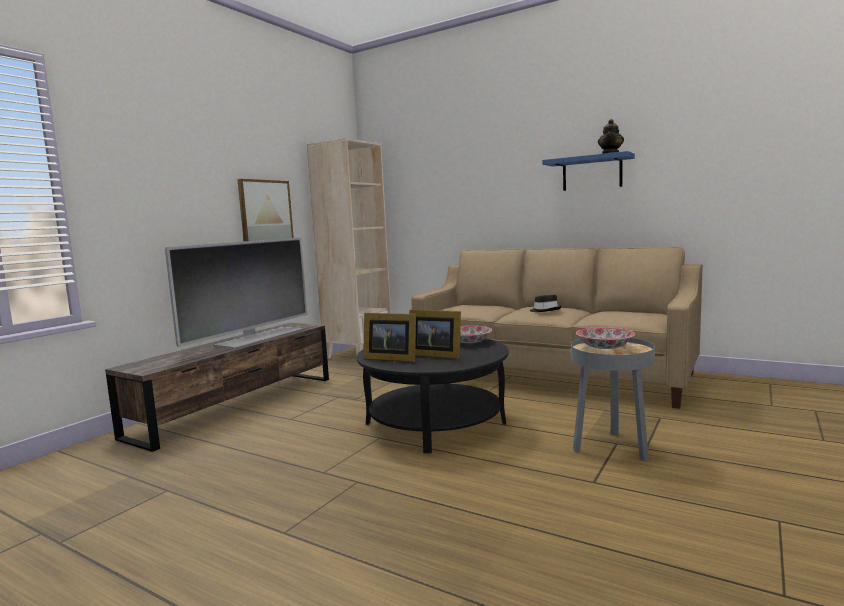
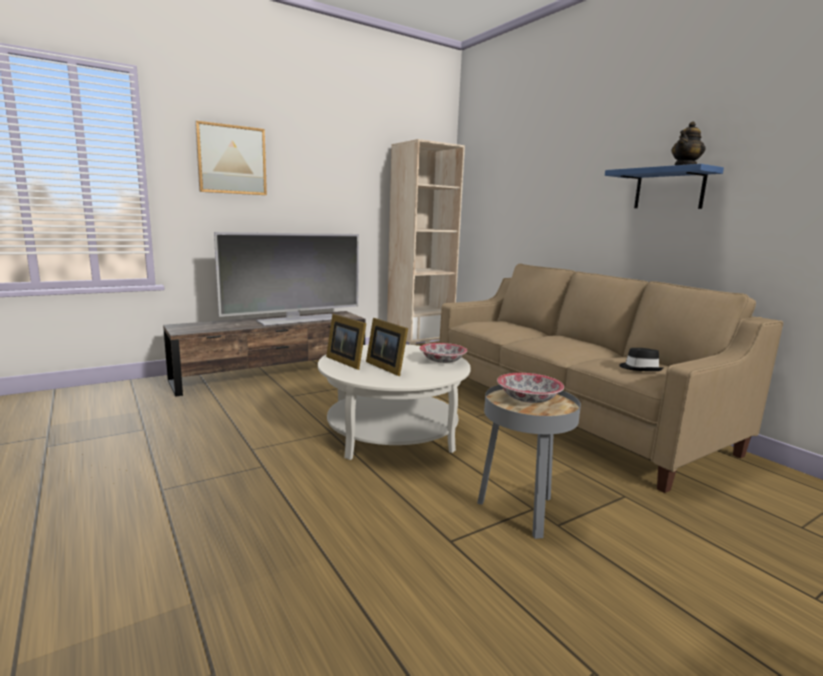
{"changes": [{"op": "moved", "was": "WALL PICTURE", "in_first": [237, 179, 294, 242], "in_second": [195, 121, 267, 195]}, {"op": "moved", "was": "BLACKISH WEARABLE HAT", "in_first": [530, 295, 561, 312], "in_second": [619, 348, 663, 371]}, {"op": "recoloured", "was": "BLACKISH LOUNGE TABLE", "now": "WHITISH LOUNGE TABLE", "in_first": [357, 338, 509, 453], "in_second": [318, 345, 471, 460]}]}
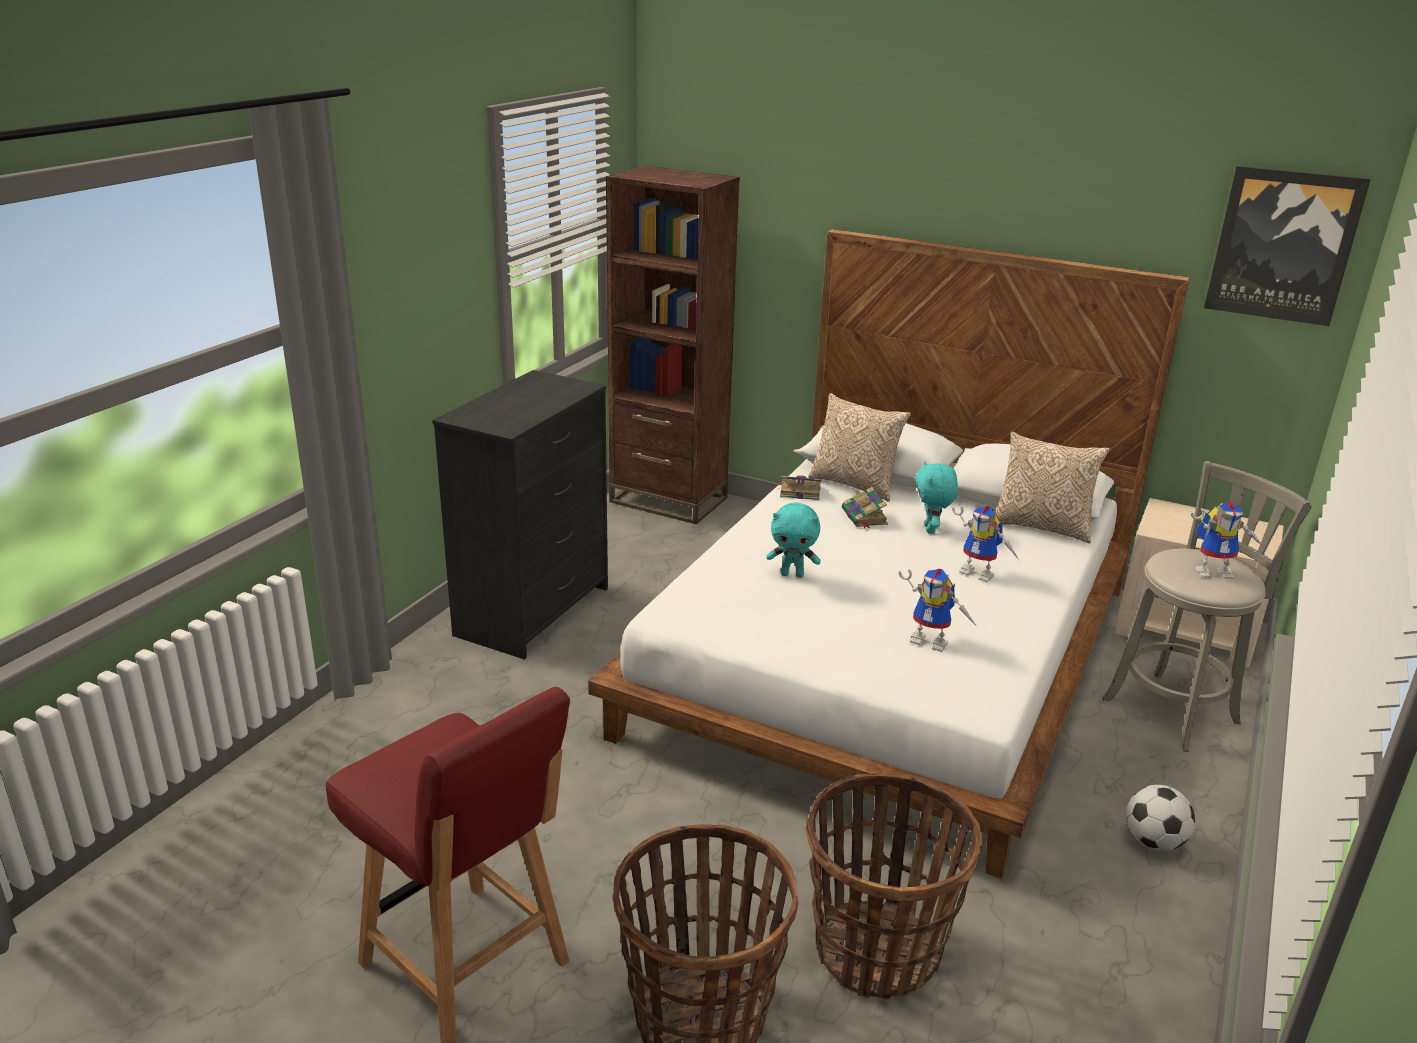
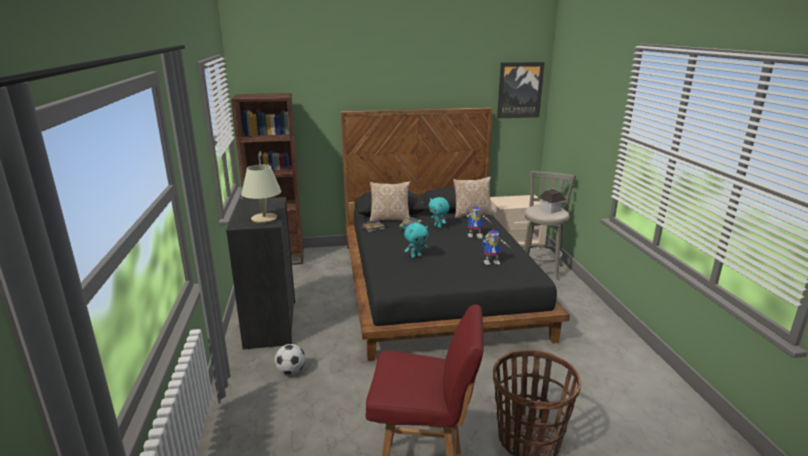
{"changes": [{"op": "removed", "was": "STORAGE BASKET", "in_first": [806, 773, 982, 1000]}, {"op": "added", "now": "BEIGE-COLOURED TABLE LAMP", "in_second": [241, 165, 281, 223]}, {"op": "moved", "was": "FOOTBALL", "in_first": [1126, 785, 1195, 851], "in_second": [275, 344, 305, 375]}, {"op": "replaced", "was": "TOY ROBOT", "now": "MINIATURE HOUSE", "in_first": [1191, 502, 1263, 579], "in_second": [538, 189, 566, 213]}, {"op": "recoloured", "was": "WHITISH BEDROOM BED", "now": "BLACKISH BEDROOM BED", "in_first": [588, 229, 1190, 879], "in_second": [341, 107, 570, 361]}]}
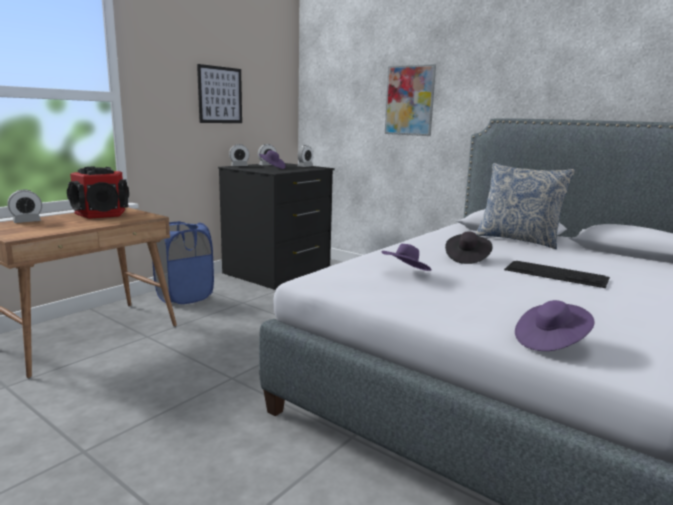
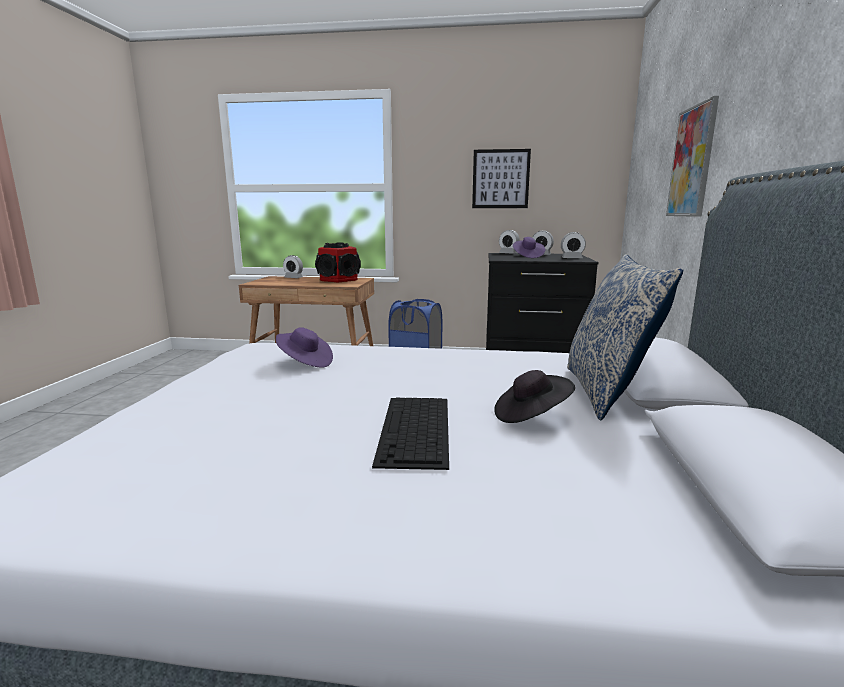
{"changes": [{"op": "removed", "was": "PURPLE-COLOURED WEARABLE HAT", "in_first": [515, 300, 595, 351]}, {"op": "moved", "was": "BLACKISH WEARABLE HAT", "in_first": [445, 231, 493, 264], "in_second": [494, 370, 575, 423]}]}
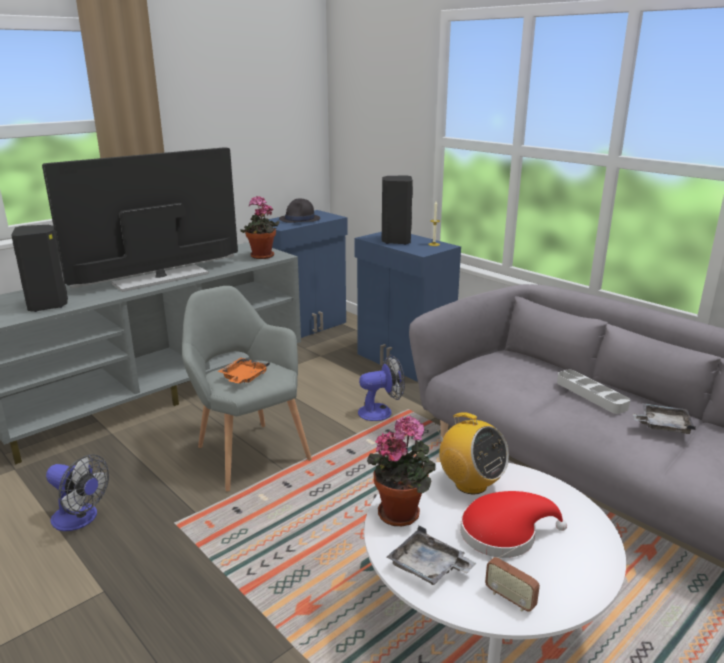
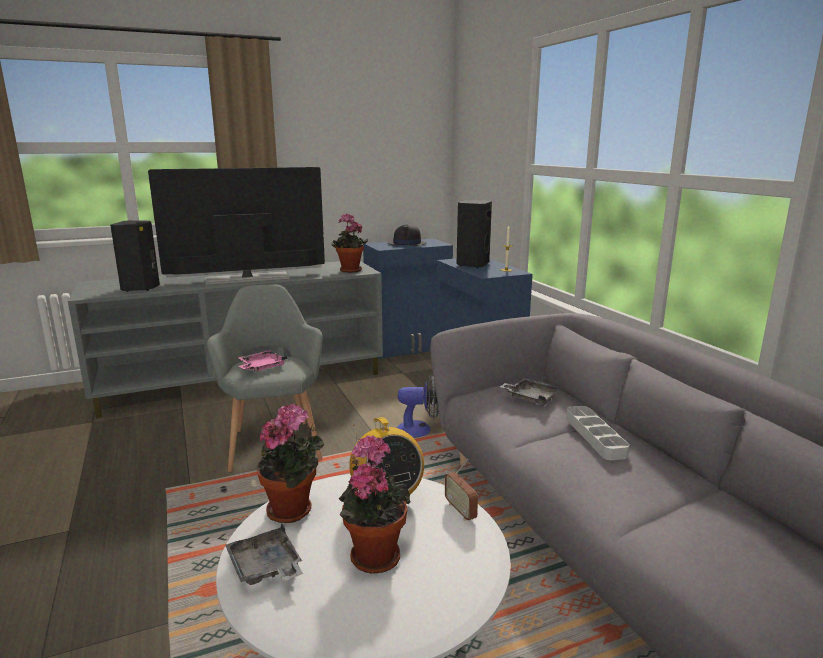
{"changes": [{"op": "removed", "was": "FAN", "in_first": [46, 454, 109, 531]}, {"op": "moved", "was": "RADIO RECEIVER", "in_first": [485, 545, 540, 612], "in_second": [445, 459, 478, 521]}, {"op": "moved", "was": "GRAY CARRYING TRAY", "in_first": [633, 403, 696, 434], "in_second": [500, 378, 560, 405]}, {"op": "replaced", "was": "REDDISH WEARABLE HAT", "now": "PLANT IN A POT", "in_first": [460, 491, 567, 558], "in_second": [339, 435, 411, 574]}, {"op": "recoloured", "was": "ORANGEY CARRYING TRAY", "now": "PINKISH CARRYING TRAY", "in_first": [217, 358, 270, 383], "in_second": [238, 350, 287, 371]}]}
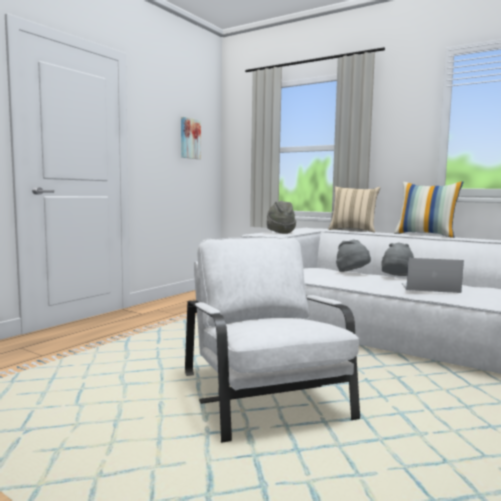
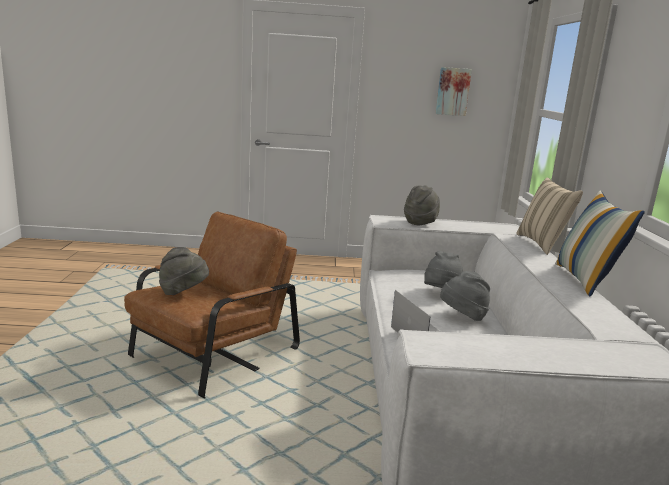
{"changes": [{"op": "added", "now": "GRAY WEARABLE HAT", "in_second": [159, 247, 209, 295]}, {"op": "recoloured", "was": "WHITISH EASY CHAIR", "now": "BROWN-COLOURED EASY CHAIR", "in_first": [185, 237, 360, 443], "in_second": [124, 211, 300, 399]}]}
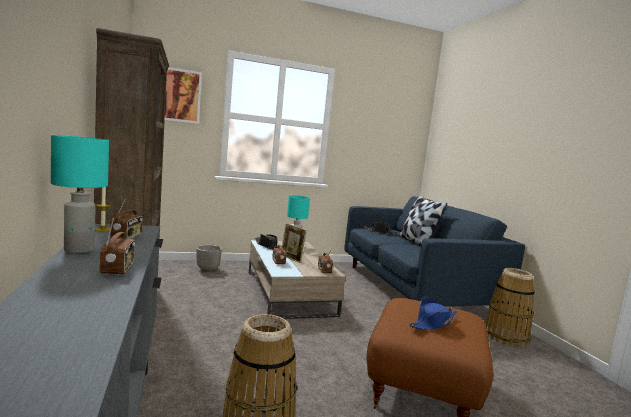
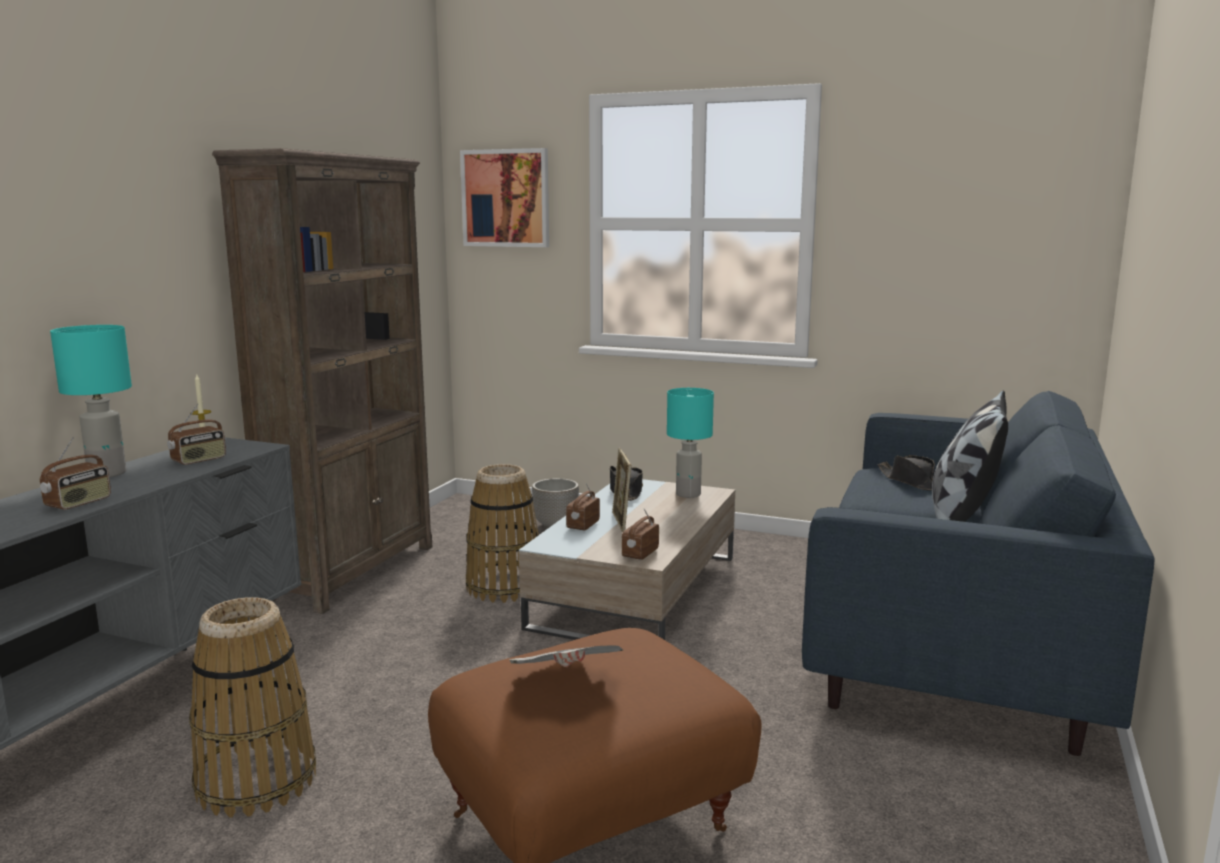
{"changes": [{"op": "moved", "was": "STORAGE BASKET", "in_first": [485, 268, 535, 347], "in_second": [466, 464, 539, 603]}, {"op": "replaced", "was": "BLUISH WEARABLE HAT", "now": "PRINTED PAPER", "in_first": [409, 297, 457, 330], "in_second": [510, 645, 623, 667]}]}
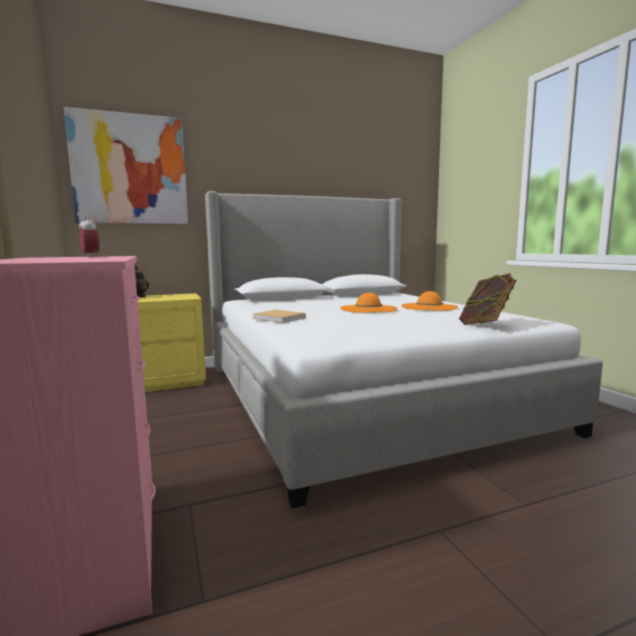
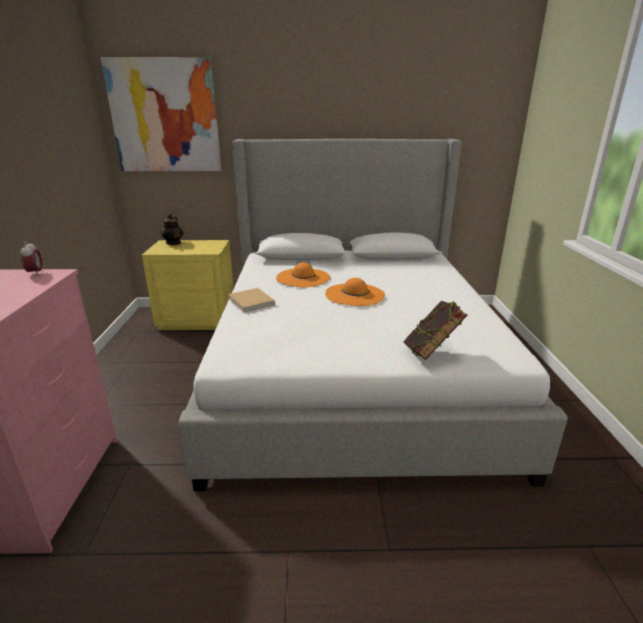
{"changes": [{"op": "moved", "was": "ORANGEY WEARABLE HAT", "in_first": [401, 291, 458, 311], "in_second": [276, 262, 330, 287]}]}
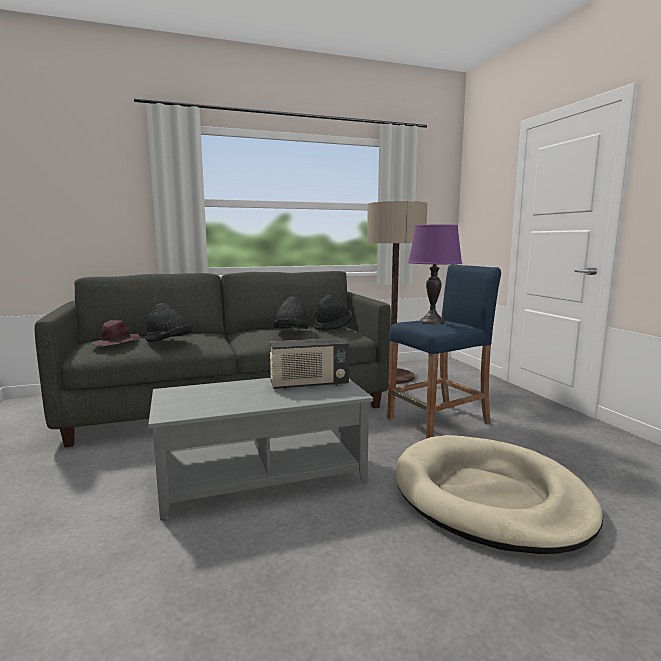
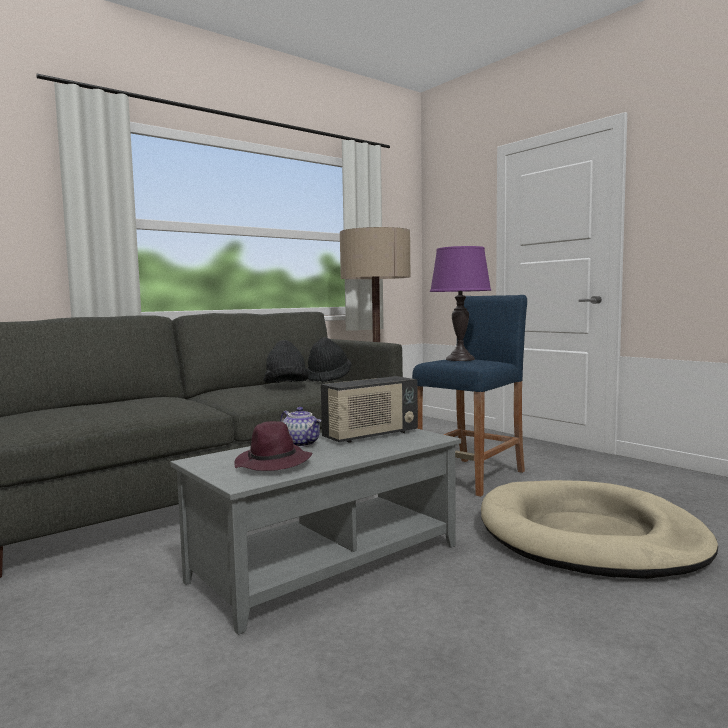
{"changes": [{"op": "removed", "was": "BLACKISH WEARABLE HAT", "in_first": [145, 303, 192, 342]}, {"op": "added", "now": "POT FOR TEA", "in_second": [281, 407, 321, 447]}, {"op": "moved", "was": "PURPLE-COLOURED WEARABLE HAT", "in_first": [90, 320, 140, 346], "in_second": [234, 421, 313, 471]}]}
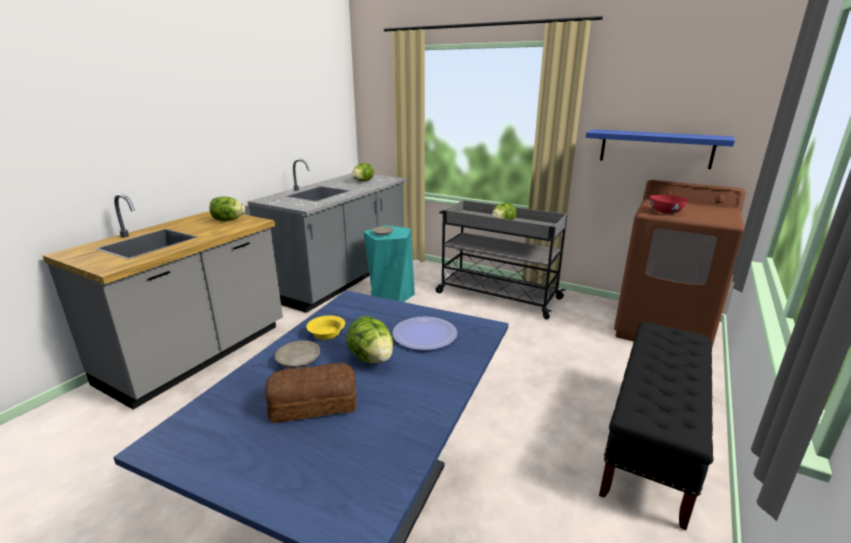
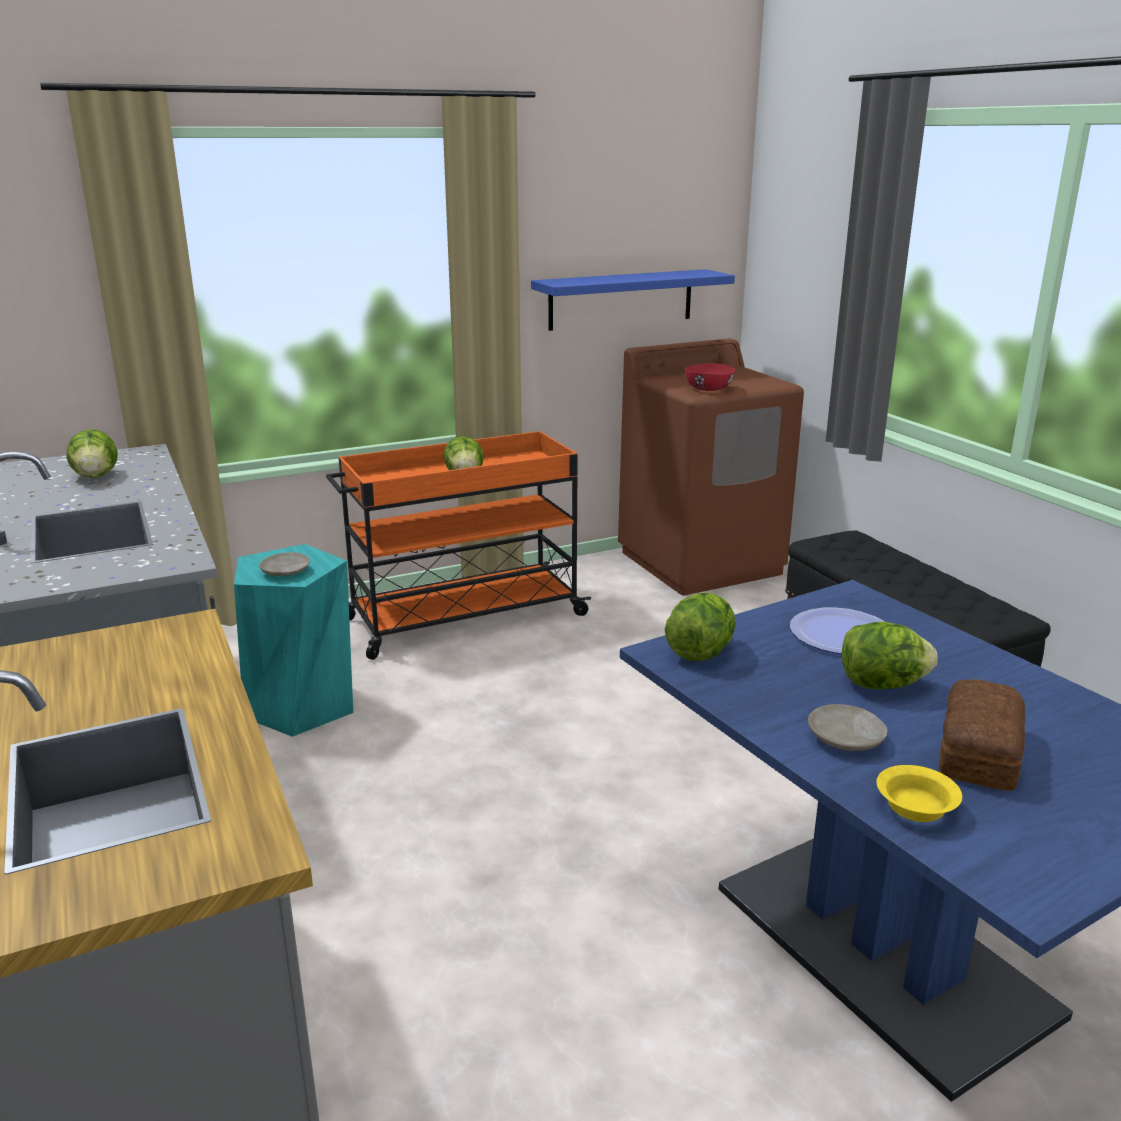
{"changes": [{"op": "moved", "was": "LETTUCE HEAD", "in_first": [209, 196, 245, 221], "in_second": [665, 593, 735, 661]}, {"op": "moved", "was": "YELLOWISH BOWL", "in_first": [306, 315, 345, 340], "in_second": [877, 765, 962, 822]}, {"op": "recoloured", "was": "GRAY WHEELED CART", "now": "ORANGEY WHEELED CART", "in_first": [436, 200, 567, 319], "in_second": [326, 431, 591, 660]}]}
